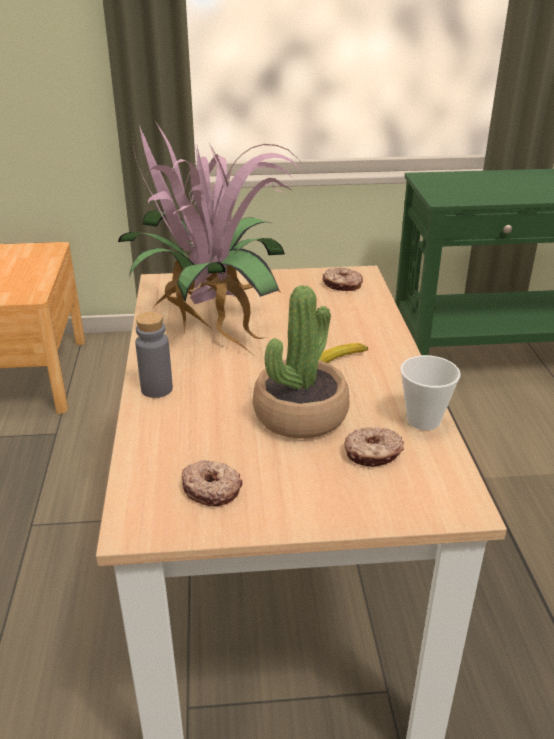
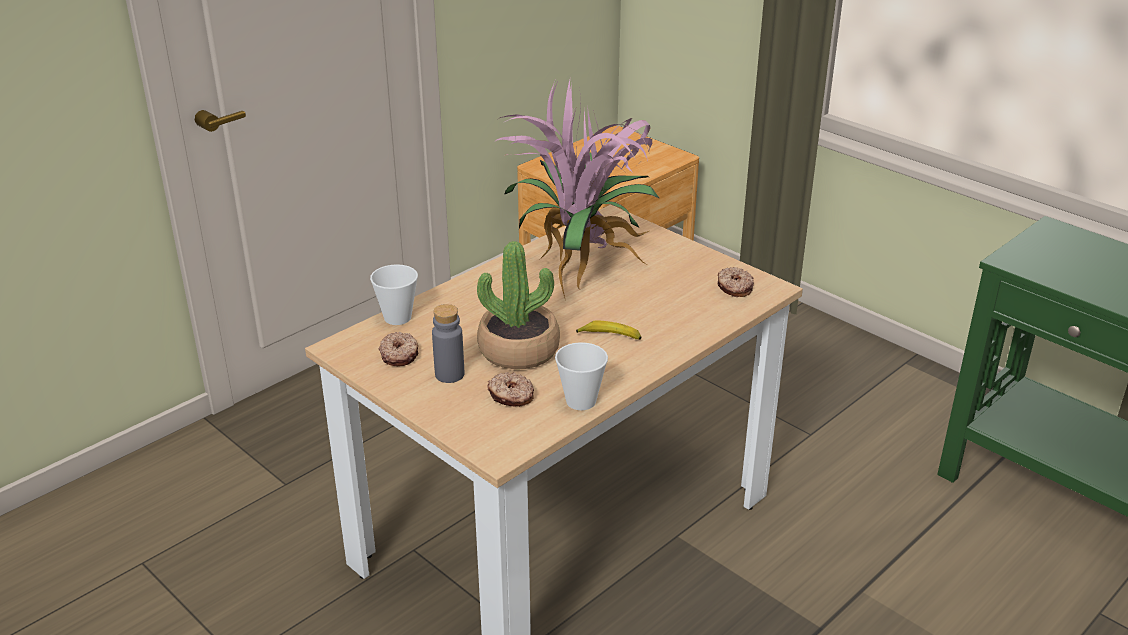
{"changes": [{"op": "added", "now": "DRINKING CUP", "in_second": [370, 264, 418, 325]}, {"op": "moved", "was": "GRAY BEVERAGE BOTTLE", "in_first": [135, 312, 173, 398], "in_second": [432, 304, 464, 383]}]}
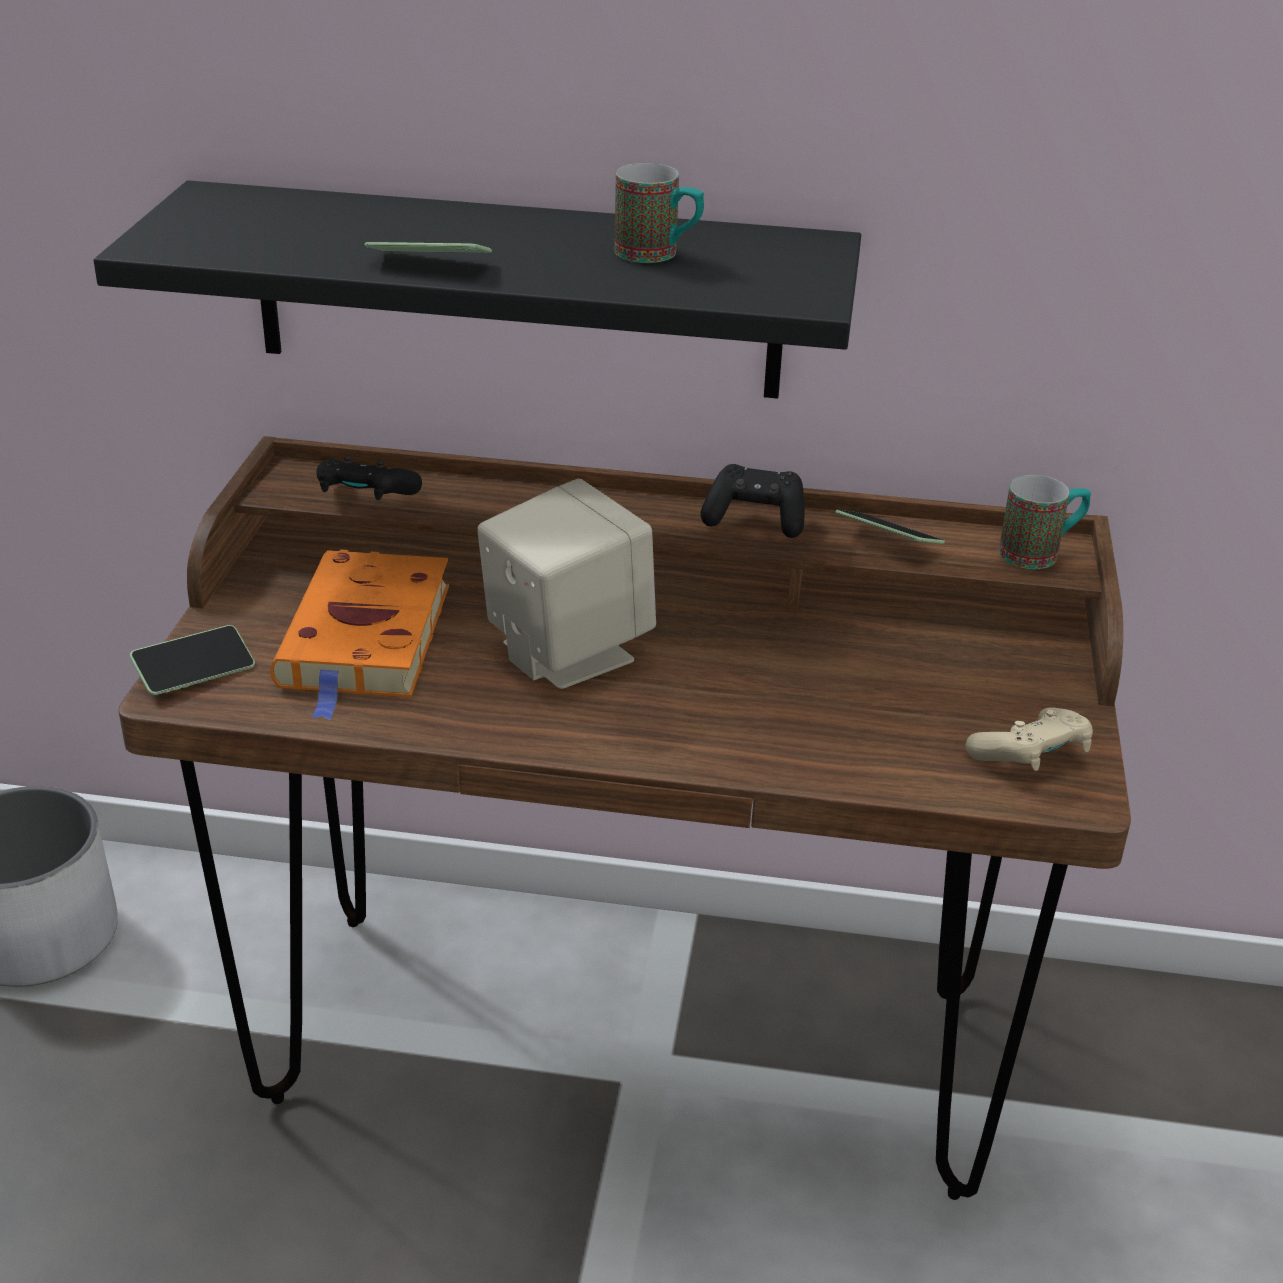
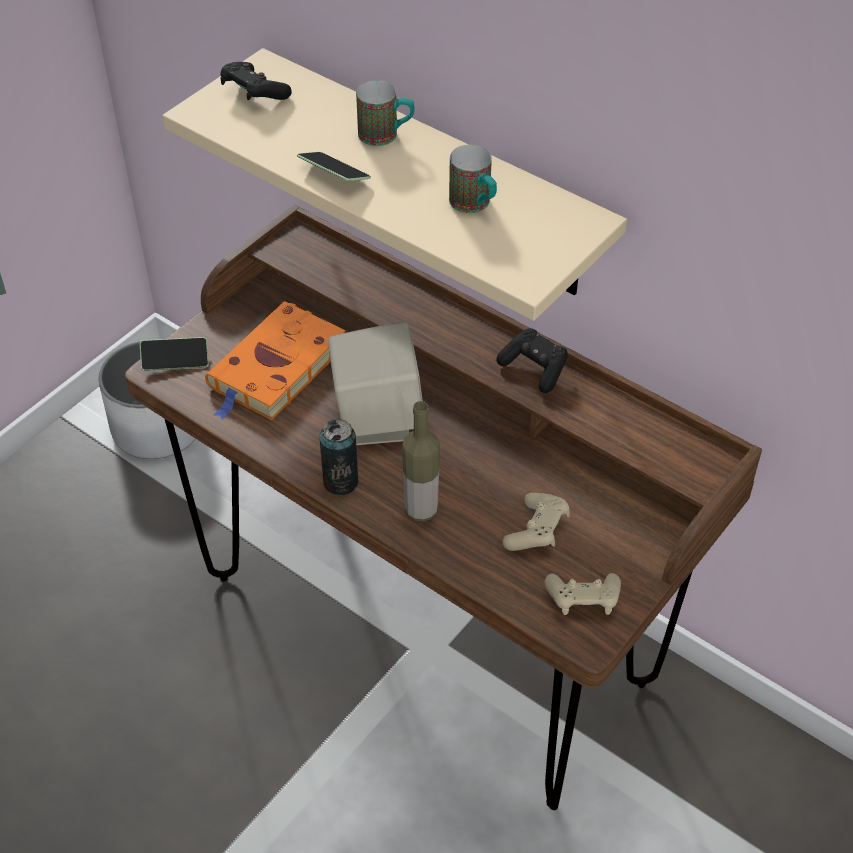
{"changes": [{"op": "removed", "was": "HANDSET", "in_first": [836, 510, 945, 544]}, {"op": "added", "now": "SEALED CAN", "in_second": [319, 419, 358, 495]}, {"op": "added", "now": "BEVERAGE BOTTLE", "in_second": [402, 401, 440, 522]}, {"op": "added", "now": "BEIGE-COLOURED JOYPAD", "in_second": [502, 493, 570, 551]}, {"op": "moved", "was": "BLACKISH JOYPAD", "in_first": [316, 456, 422, 500], "in_second": [221, 62, 292, 100]}, {"op": "moved", "was": "MUG", "in_first": [999, 475, 1091, 569], "in_second": [356, 80, 415, 146]}, {"op": "recoloured", "was": "BLACKISH BRACKET SHELF", "now": "BEIGE-COLOURED BRACKET SHELF", "in_first": [94, 180, 861, 399], "in_second": [162, 48, 627, 321]}]}
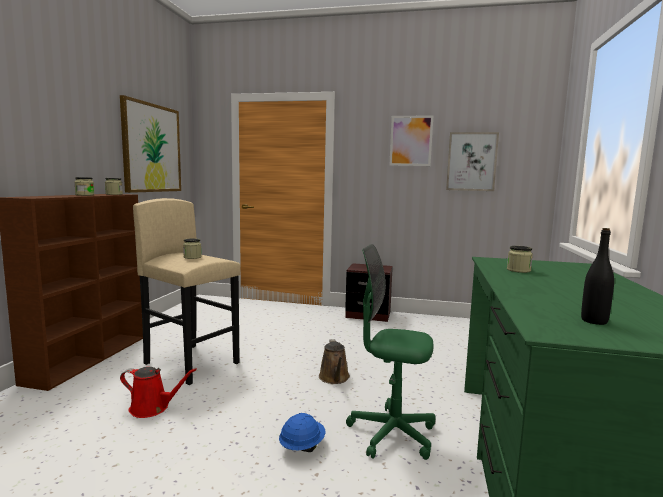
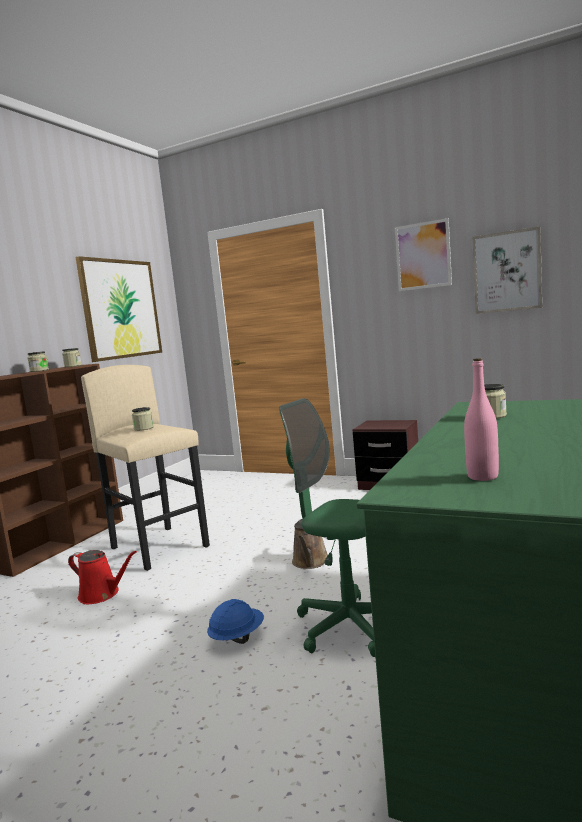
{"changes": [{"op": "recoloured", "was": "BLACKISH BEVERAGE BOTTLE", "now": "PINKISH BEVERAGE BOTTLE", "in_first": [581, 228, 614, 325], "in_second": [464, 358, 499, 481]}]}
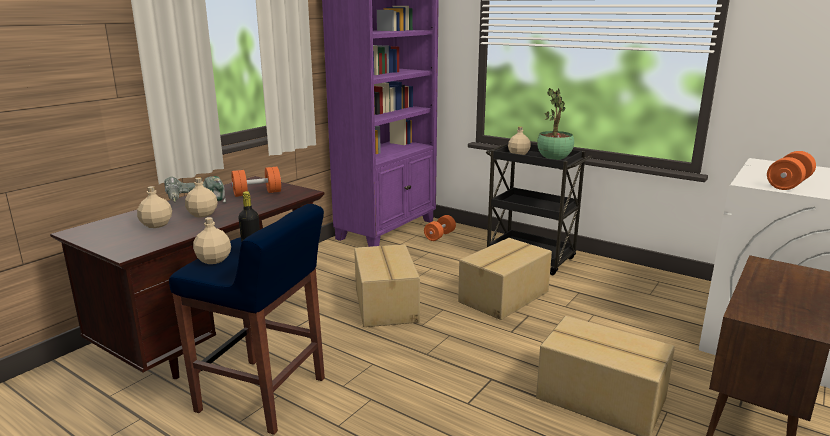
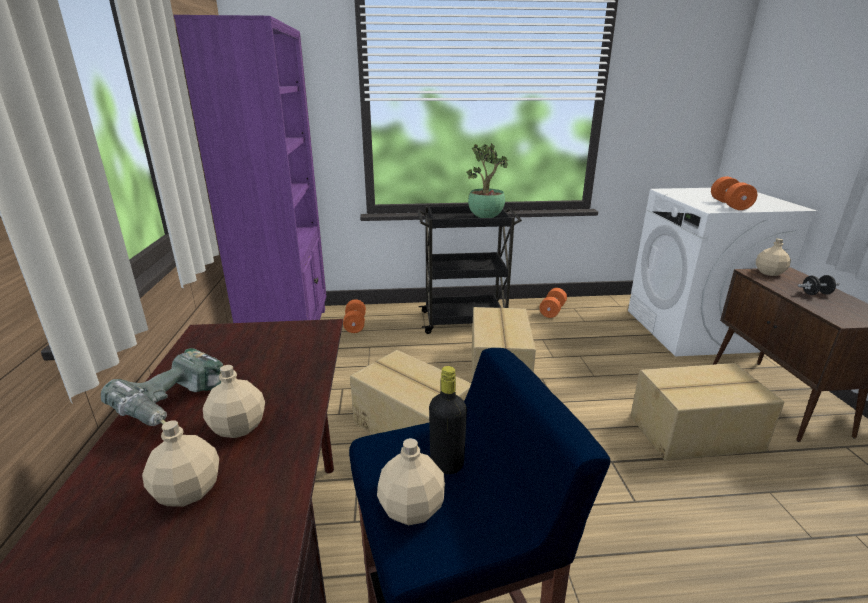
{"changes": [{"op": "added", "now": "BLACKISH DUMBBELL", "in_second": [798, 275, 840, 295]}, {"op": "moved", "was": "ORANGEY DUMBBELL", "in_first": [231, 167, 281, 197], "in_second": [539, 288, 567, 318]}, {"op": "moved", "was": "BEIGE-COLOURED BEVERAGE BOTTLE", "in_first": [508, 127, 531, 155], "in_second": [756, 238, 791, 276]}]}
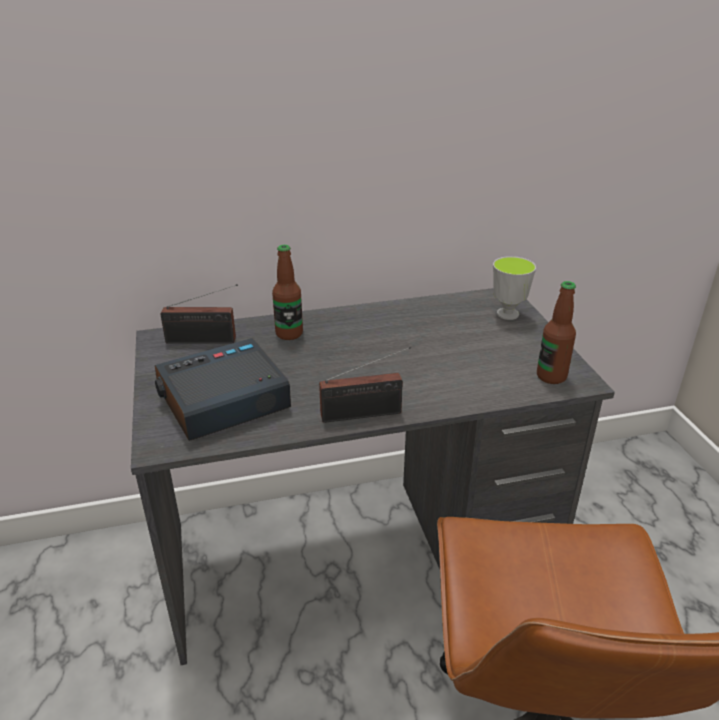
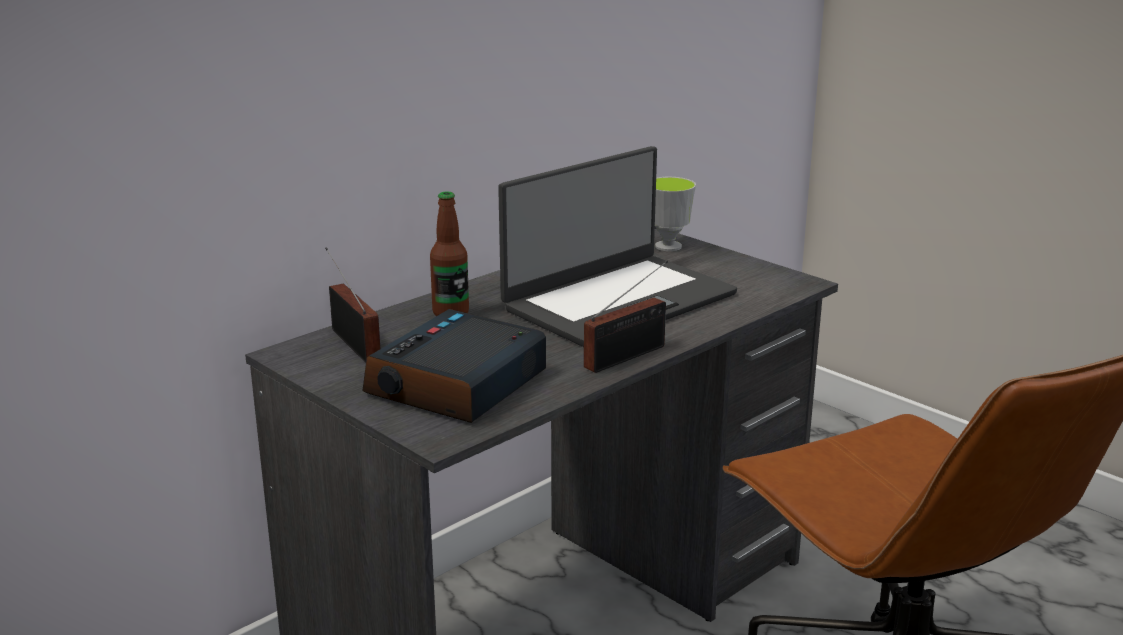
{"changes": [{"op": "removed", "was": "BEVERAGE BOTTLE", "in_first": [537, 281, 576, 384]}, {"op": "added", "now": "PORTABLE COMPUTER", "in_second": [498, 146, 737, 347]}, {"op": "turned", "was": "RADIO RECEIVER", "in_first": [160, 284, 238, 344], "in_second": [325, 247, 380, 363], "clockwise": -90}]}
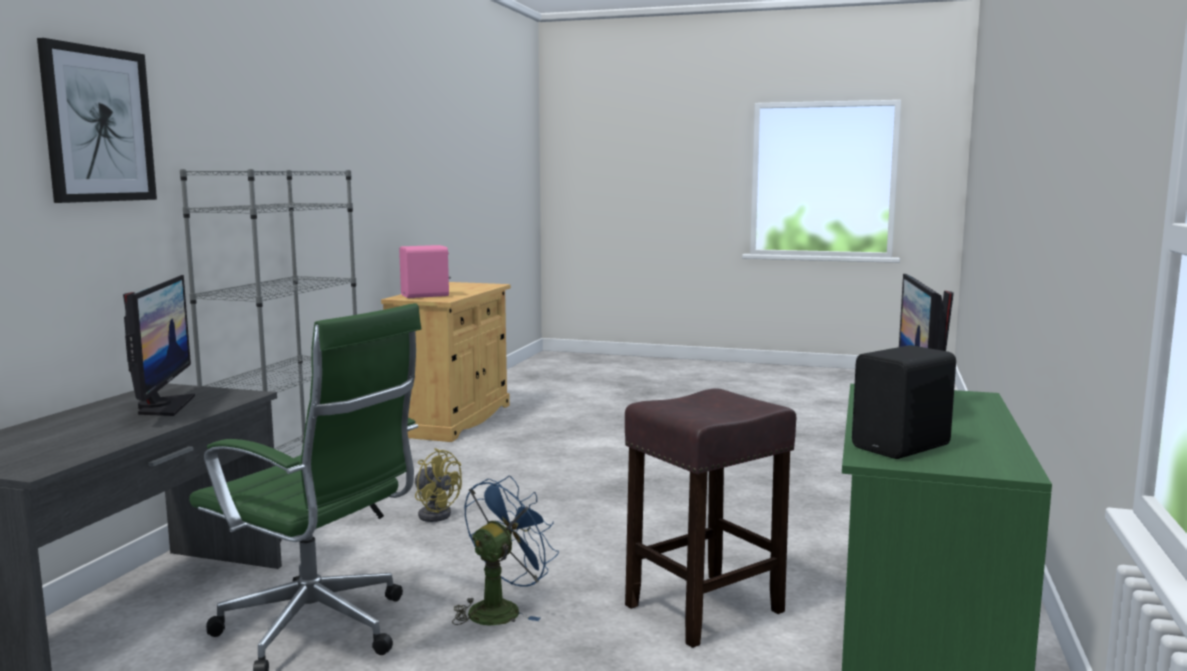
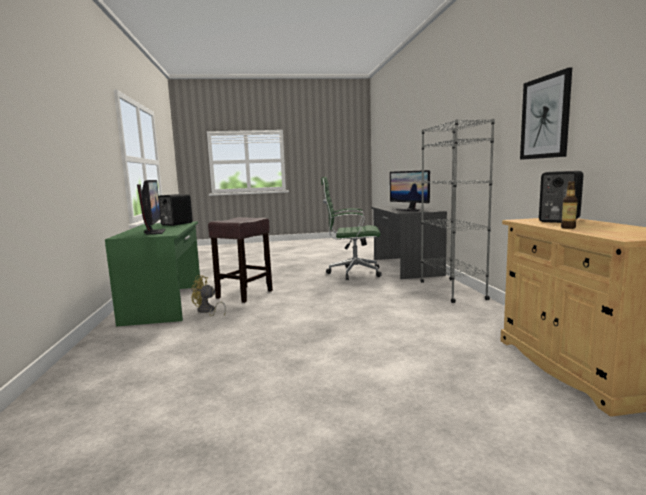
{"changes": [{"op": "removed", "was": "BLUISH FAN", "in_first": [452, 476, 559, 625]}, {"op": "added", "now": "BEVERAGE BOTTLE", "in_second": [561, 181, 578, 229]}, {"op": "moved", "was": "WALL PICTURE", "in_first": [37, 38, 157, 203], "in_second": [520, 68, 572, 160]}, {"op": "moved", "was": "YELLOWISH FAN", "in_first": [415, 448, 462, 522], "in_second": [191, 275, 226, 316]}, {"op": "recoloured", "was": "PINKISH LOUDSPEAKER", "now": "BLACKISH LOUDSPEAKER", "in_first": [399, 245, 451, 298], "in_second": [539, 171, 583, 223]}]}
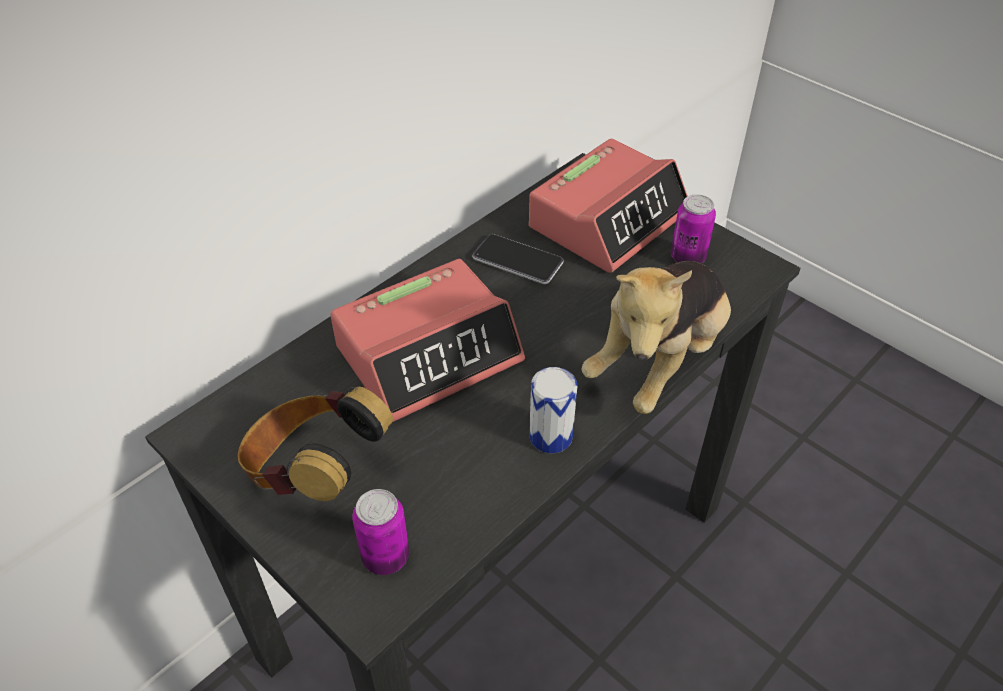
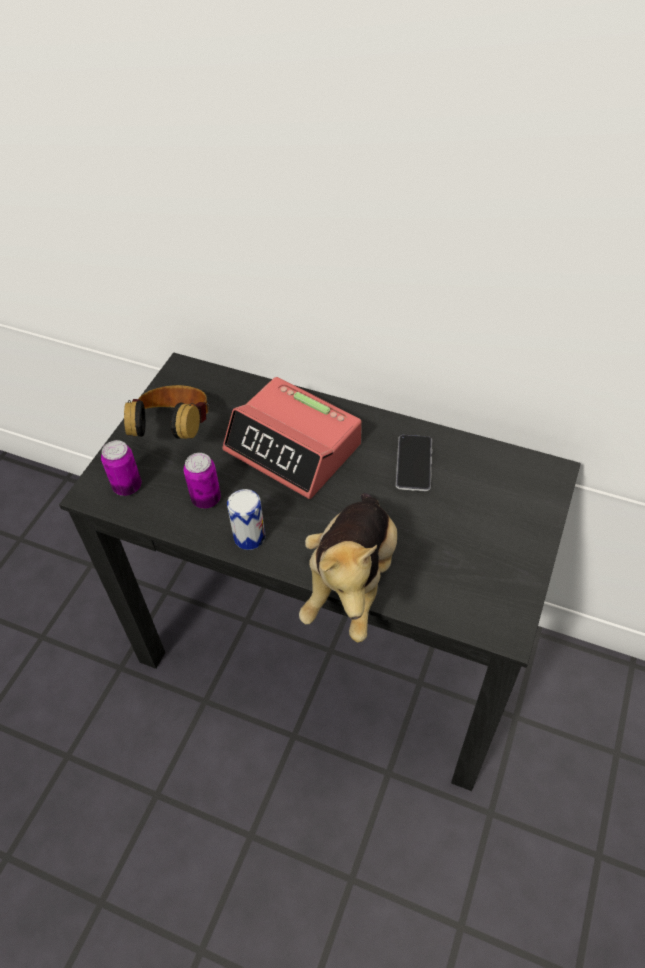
{"changes": [{"op": "removed", "was": "BEDSIDE CLOCK", "in_first": [529, 139, 688, 273]}, {"op": "moved", "was": "SEALED CAN", "in_first": [671, 194, 716, 263], "in_second": [183, 453, 221, 509]}, {"op": "turned", "was": "PLUSH TOY", "in_first": [581, 261, 731, 414], "in_second": [299, 493, 397, 643], "clockwise": -90}]}
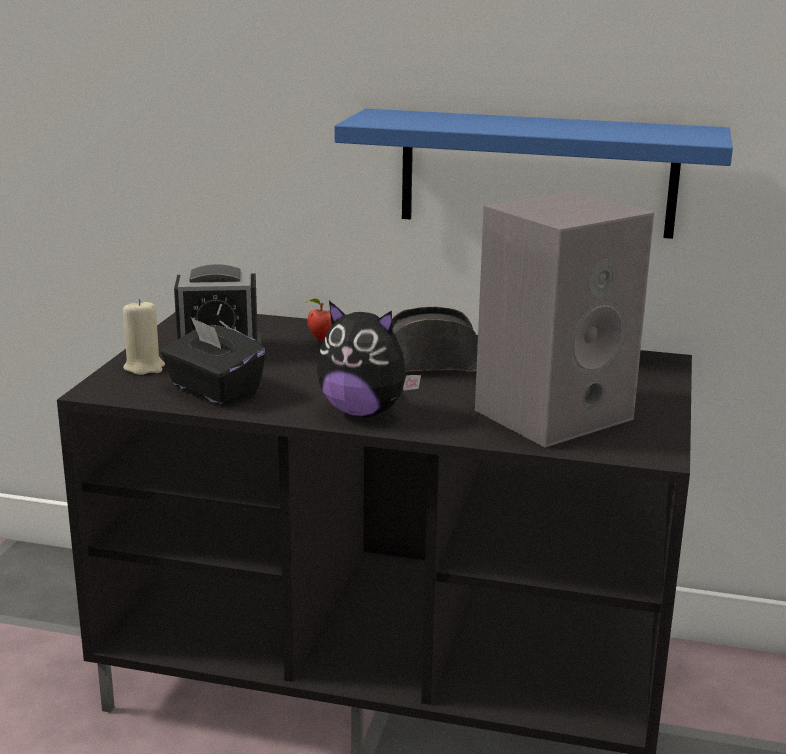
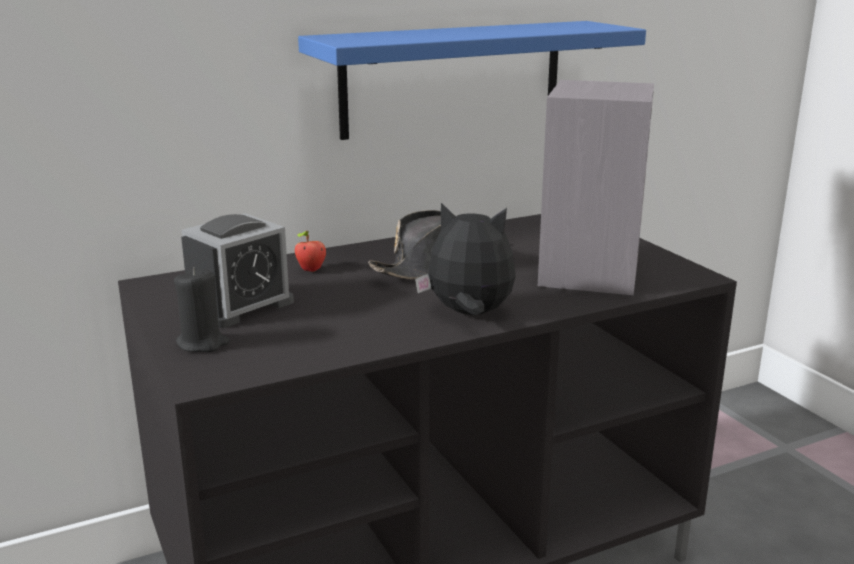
{"changes": [{"op": "removed", "was": "BLACKISH BOX OF TISSUES", "in_first": [161, 317, 266, 406]}, {"op": "recoloured", "was": "BEIGE-COLOURED WAX LIGHT", "now": "BLACKISH WAX LIGHT", "in_first": [123, 299, 165, 375], "in_second": [174, 267, 229, 352]}, {"op": "turned", "was": "PLUSH TOY", "in_first": [317, 301, 421, 417], "in_second": [415, 203, 516, 315], "clockwise": -150}]}
